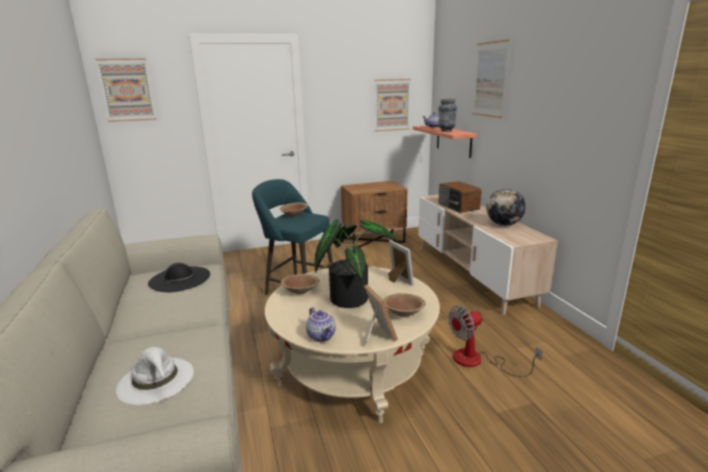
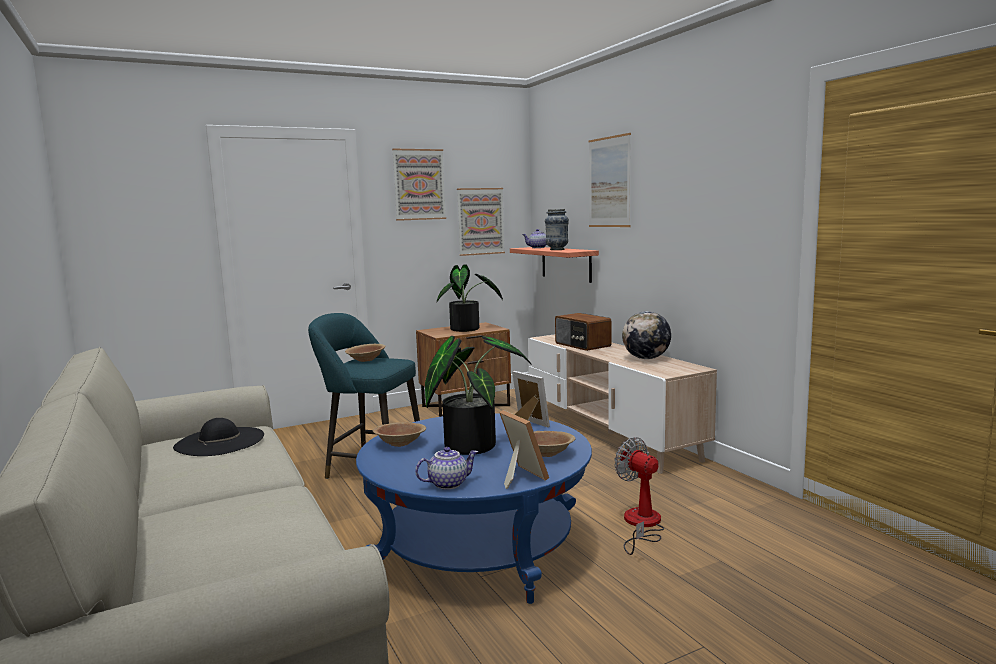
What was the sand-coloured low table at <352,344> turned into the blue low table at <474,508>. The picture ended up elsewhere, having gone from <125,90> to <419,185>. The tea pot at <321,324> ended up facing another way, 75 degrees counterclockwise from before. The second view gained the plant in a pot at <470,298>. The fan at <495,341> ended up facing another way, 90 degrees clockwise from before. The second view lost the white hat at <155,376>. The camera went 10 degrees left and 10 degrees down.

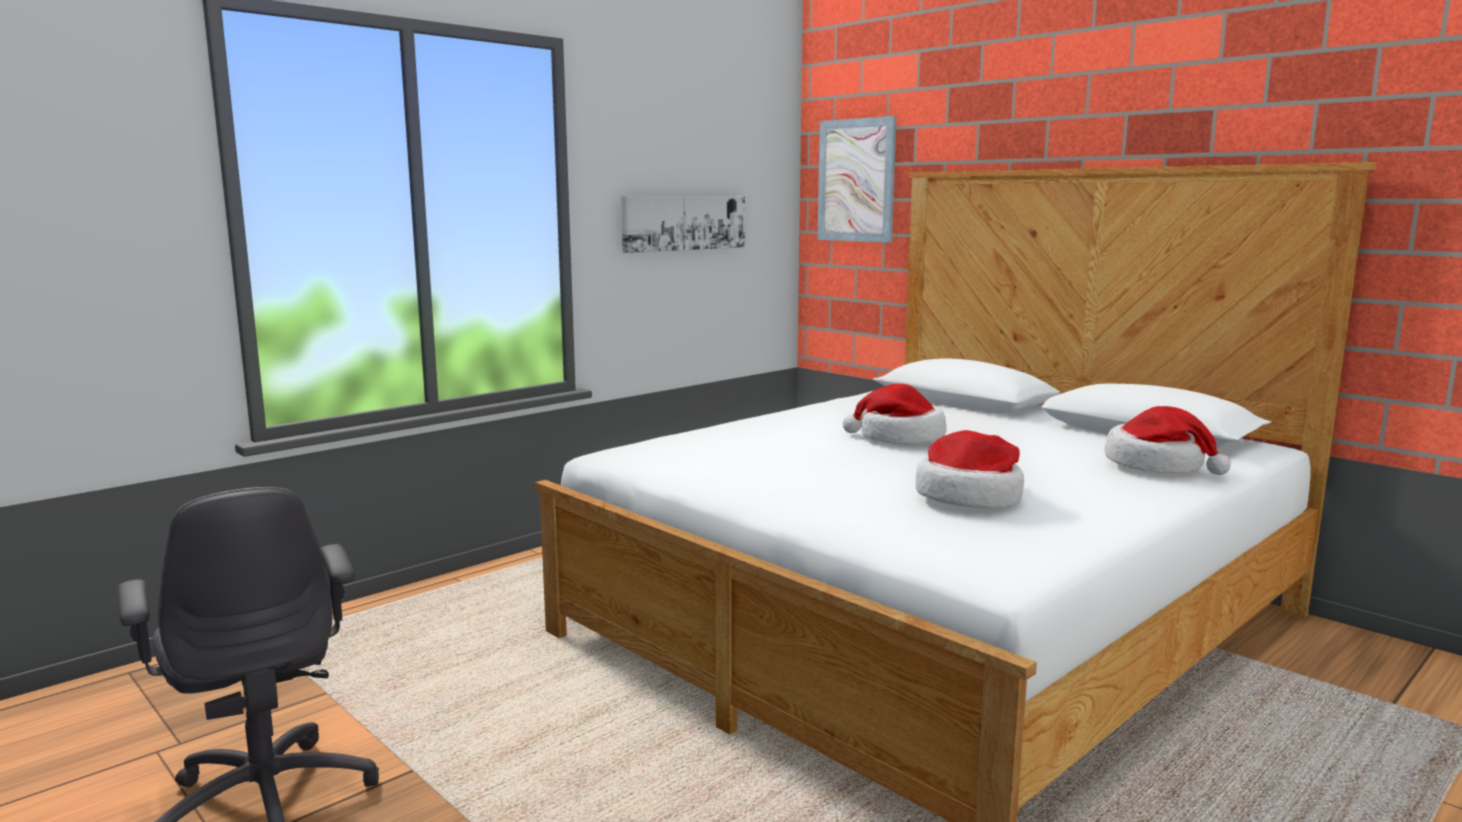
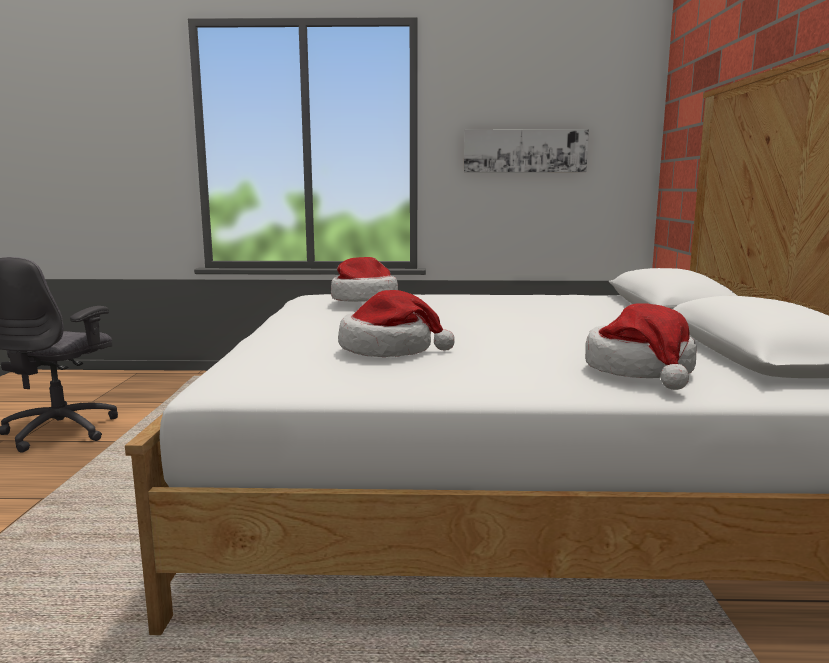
The hat ended up elsewhere, having gone from <894,414> to <364,279>. The second view lost the picture at <857,179>. The camera went 45 degrees right and 0 degrees up.

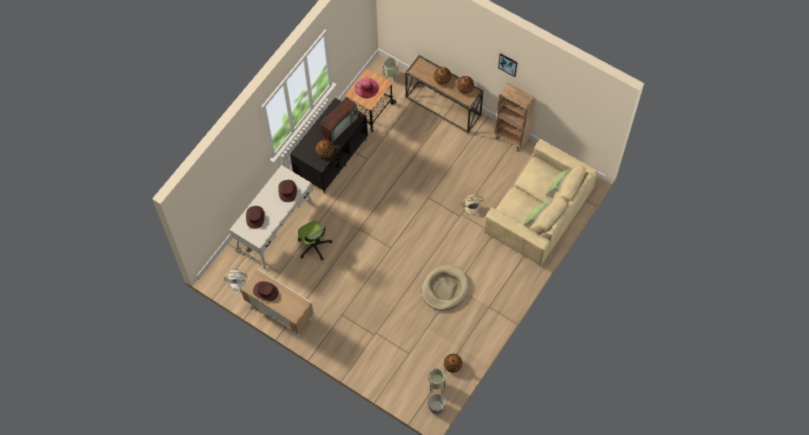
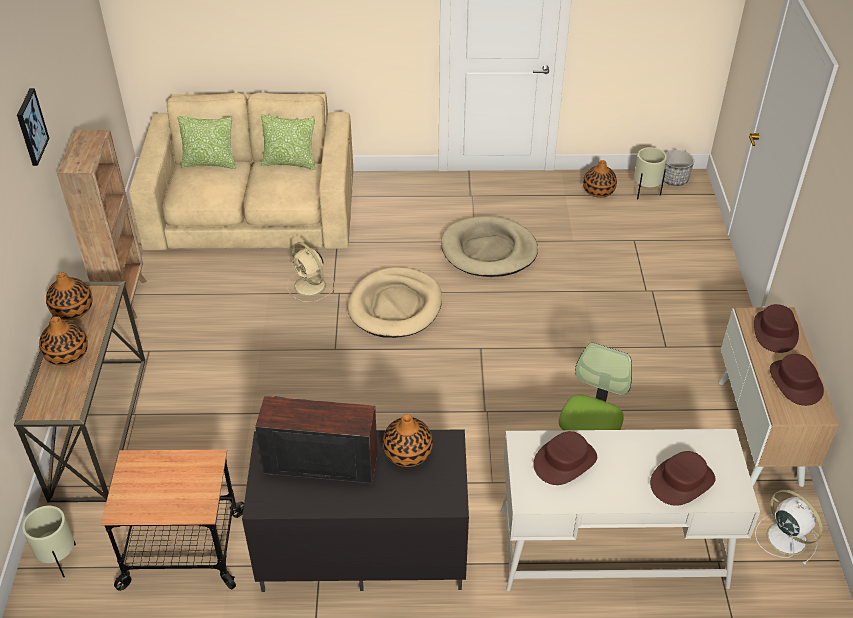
The second view gained the sand-coloured dog cushion at <395,302>. The second view gained the brown-coloured hat at <776,328>. The second view lost the pink hat at <367,88>. The camera went 125 degrees left and 20 degrees down.

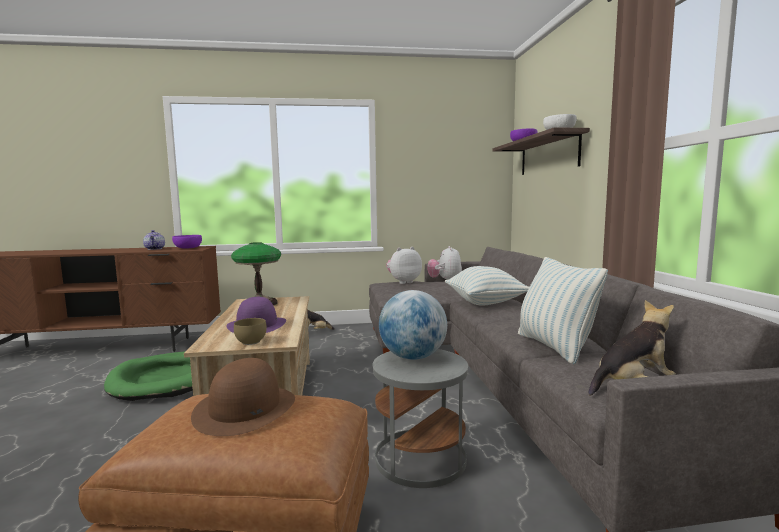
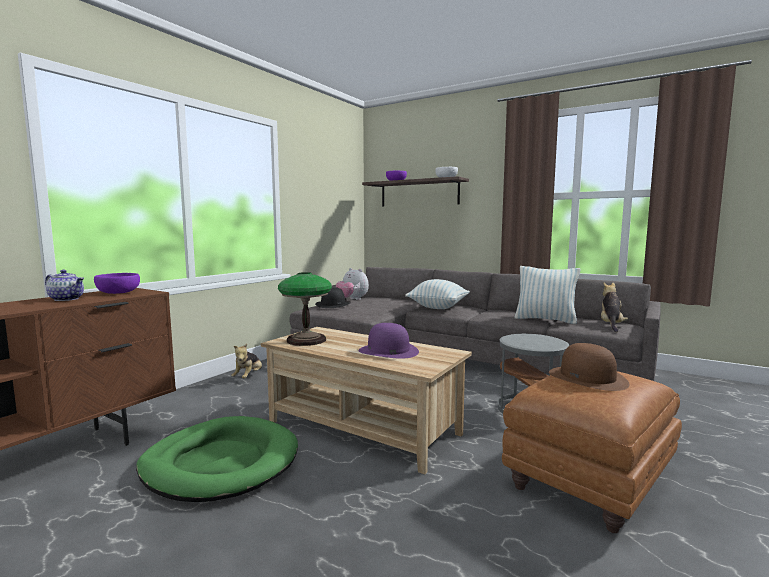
Where the plush toy stood at <404,265>, the black hat came to stand at <332,297>. The second view lost the brown-coloured deep dish at <250,331>. The second view lost the globe at <413,325>. The camera went 50 degrees left and 0 degrees up.

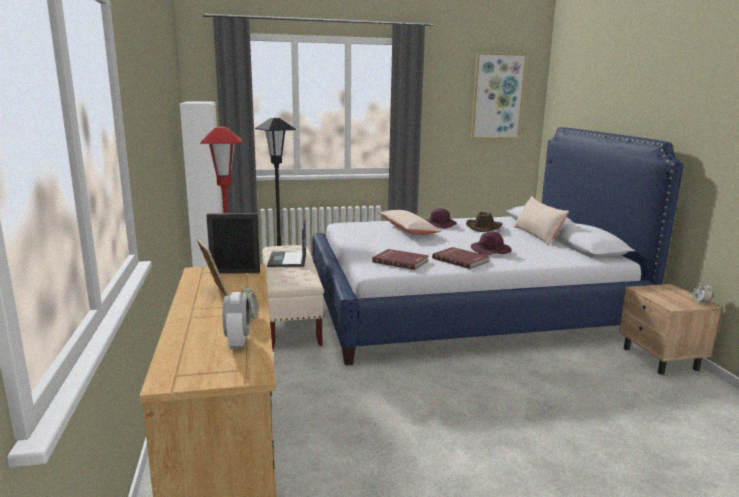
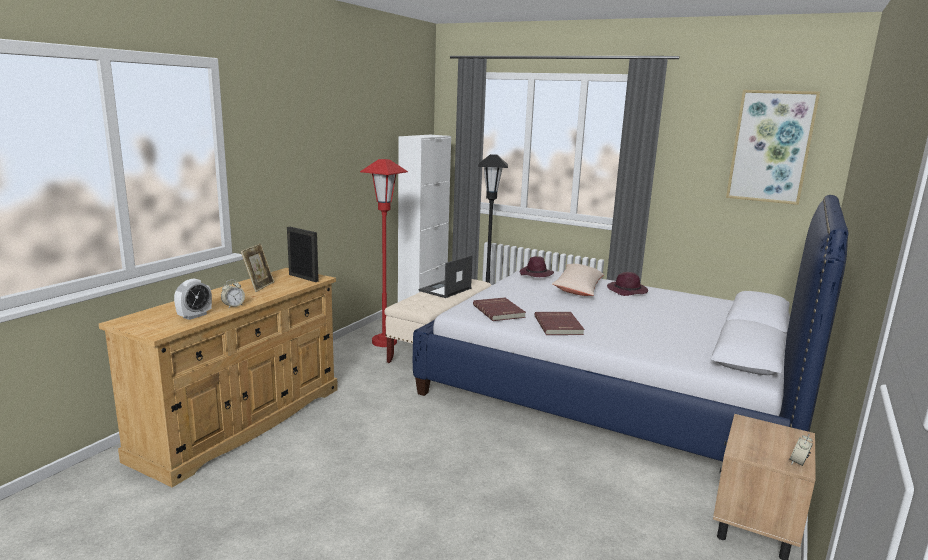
The purple-coloured hat ended up elsewhere, having gone from <491,243> to <537,266>. The second view lost the brown-coloured hat at <484,222>. The second view lost the sand-coloured pillow at <541,221>. The camera went 40 degrees right and 0 degrees up.

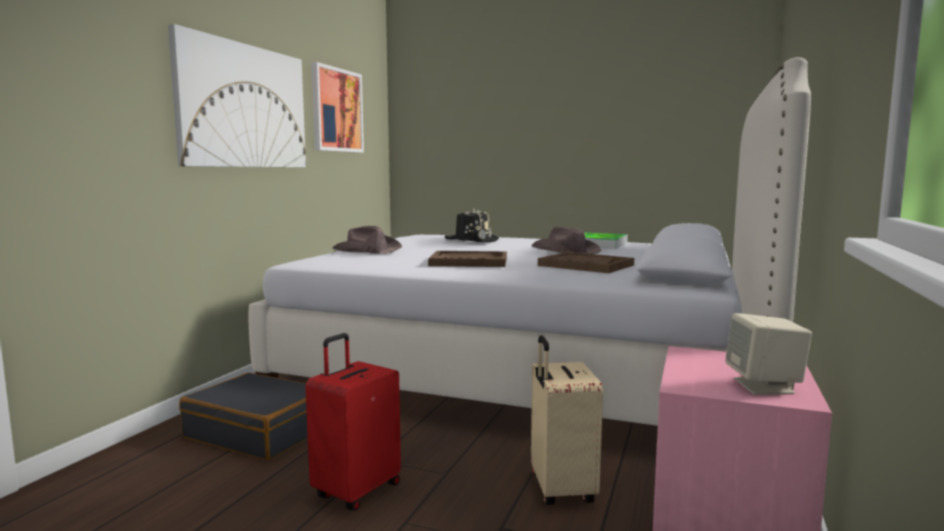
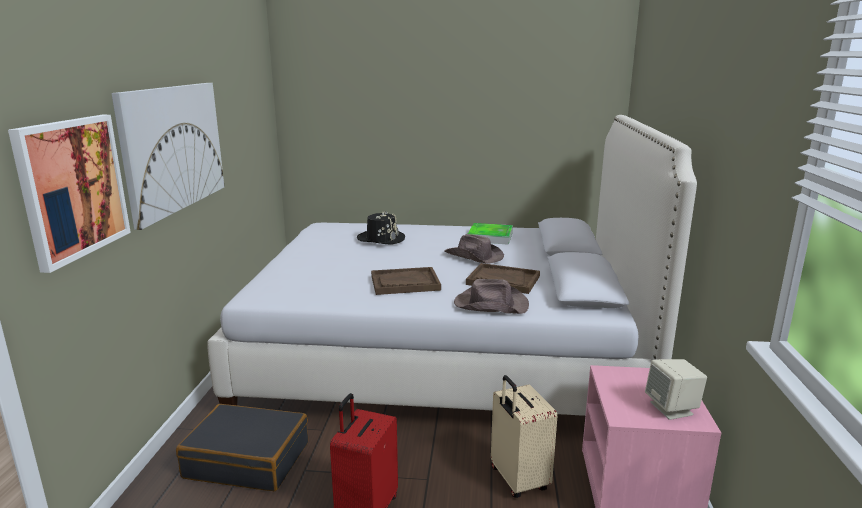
The picture ended up elsewhere, having gone from <337,107> to <69,194>. The brown-coloured hat ended up elsewhere, having gone from <367,240> to <491,296>. The camera went 15 degrees left and 10 degrees up.

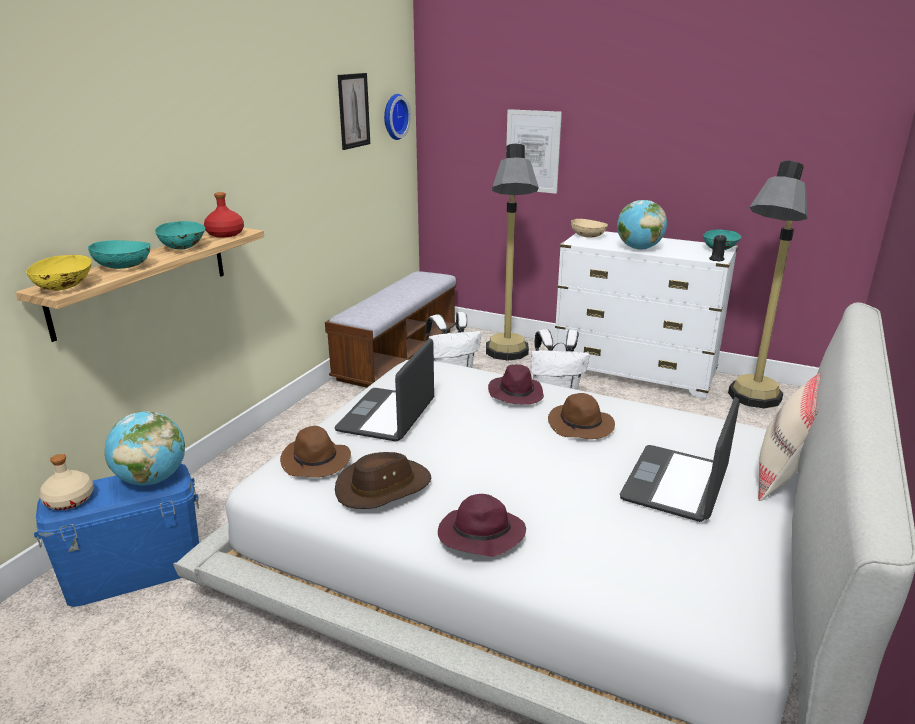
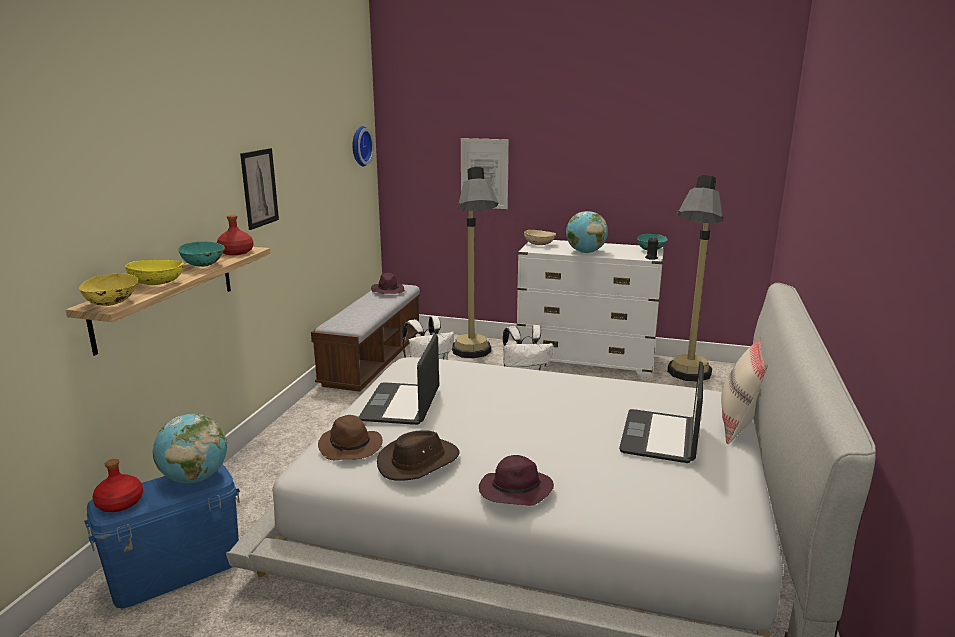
What was the sand-coloured drink bottle at <66,482> turned into the reddish drink bottle at <117,485>. What was the turquoise deep dish at <119,254> turned into the yellowish deep dish at <154,272>. The picture ended up elsewhere, having gone from <354,111> to <259,189>. The purple-coloured hat ended up elsewhere, having gone from <516,384> to <388,283>. The second view lost the brown-coloured hat at <581,416>. The camera went 10 degrees left and 5 degrees down.

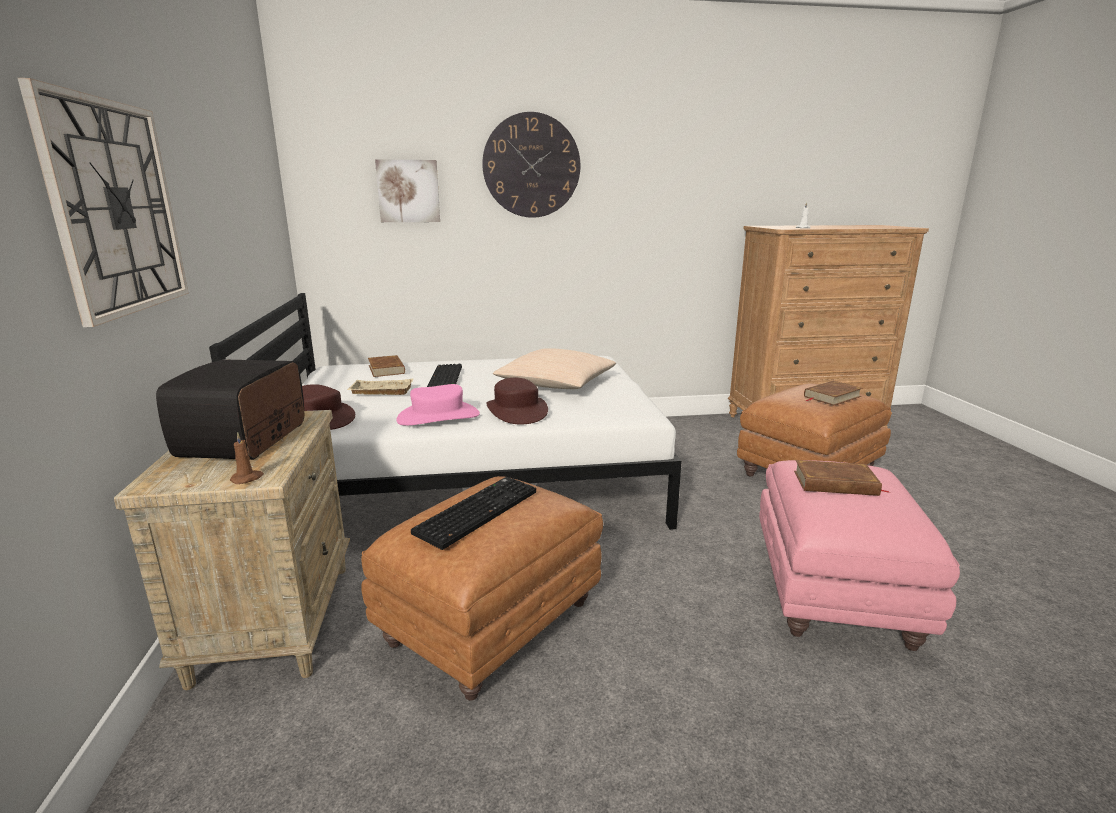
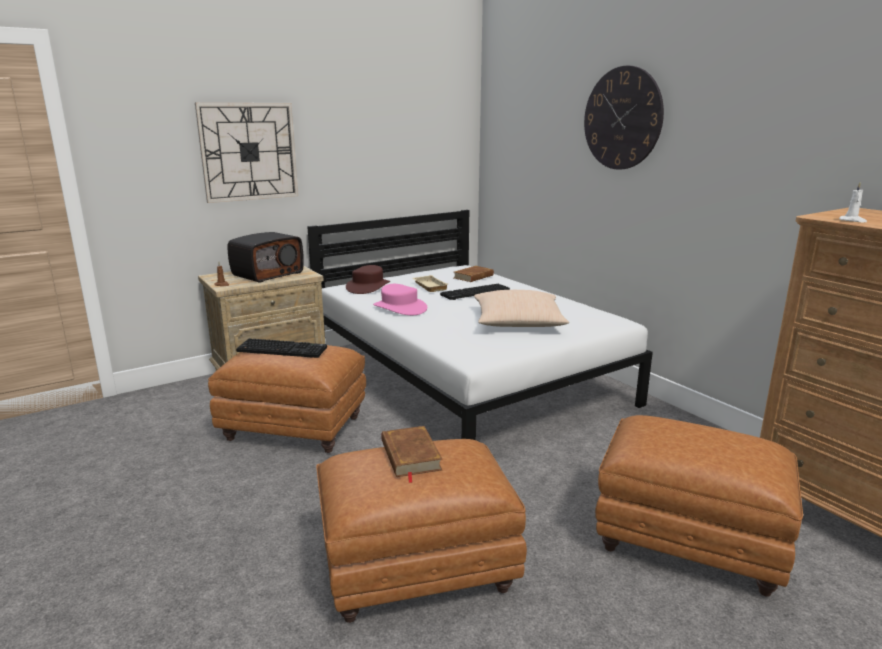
The radio at <230,410> ended up facing another way, 150 degrees clockwise from before. What was the pink pouffe at <859,555> turned into the brown-coloured pouffe at <421,531>. The second view lost the picture at <407,190>. The second view lost the brown-coloured hat at <517,401>. The second view lost the brown-coloured bound book at <833,393>. The camera went 65 degrees right and 0 degrees up.

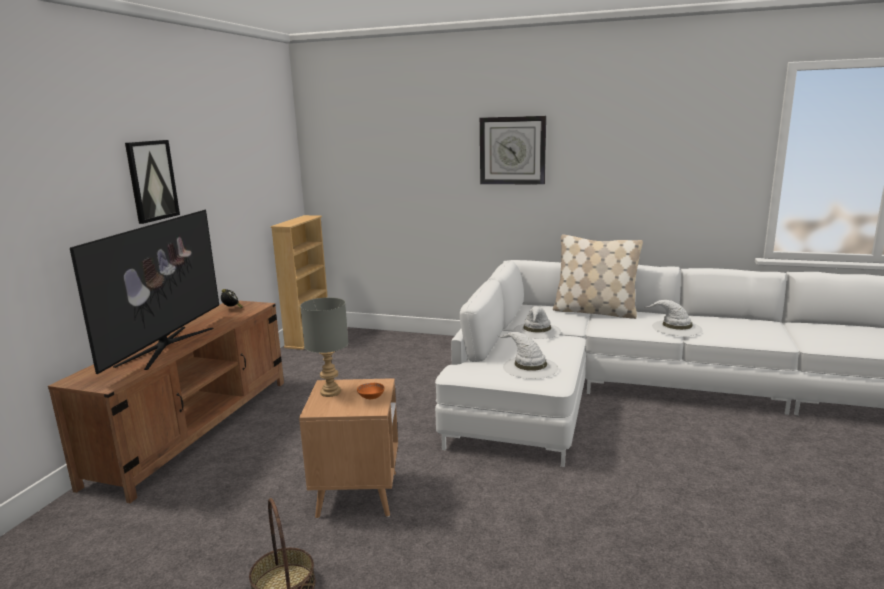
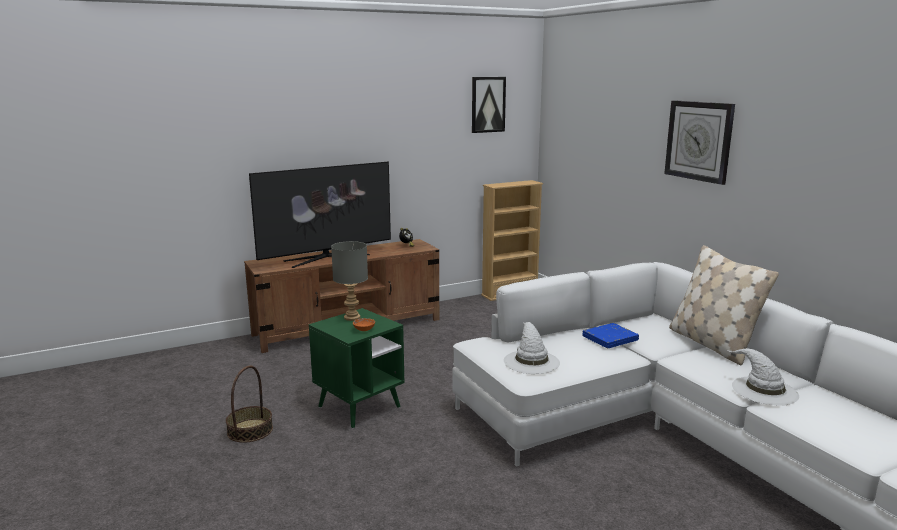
What was the brown-coloured accent table at <348,448> turned into the green accent table at <356,368>. The picture ended up elsewhere, having gone from <152,182> to <489,105>. Where the white hat stood at <537,322>, the blue bound book came to stand at <610,335>. The camera went 45 degrees right and 0 degrees up.

